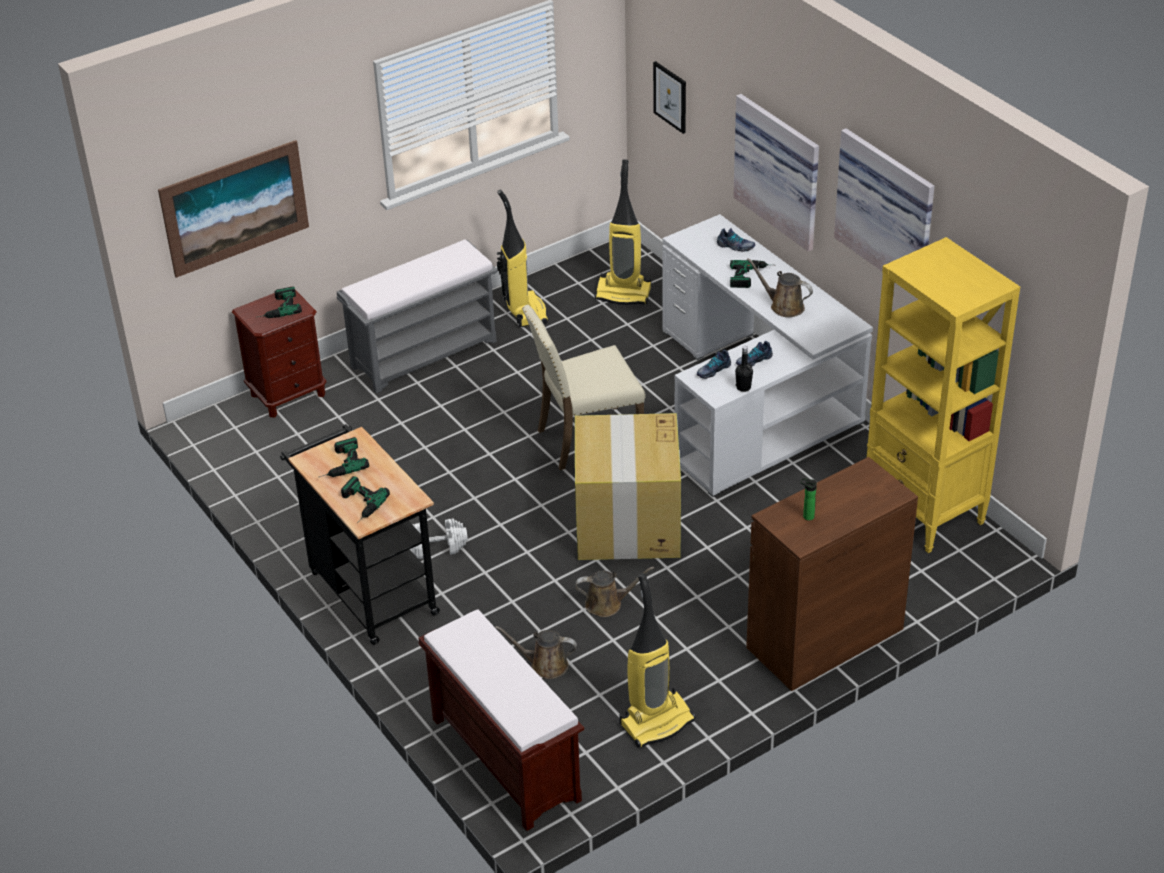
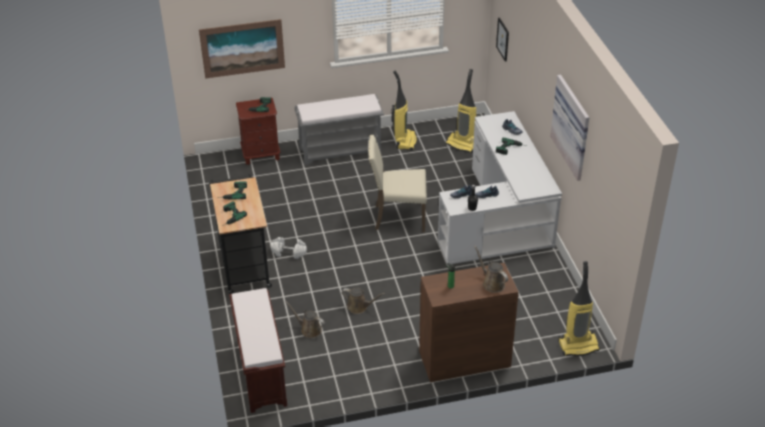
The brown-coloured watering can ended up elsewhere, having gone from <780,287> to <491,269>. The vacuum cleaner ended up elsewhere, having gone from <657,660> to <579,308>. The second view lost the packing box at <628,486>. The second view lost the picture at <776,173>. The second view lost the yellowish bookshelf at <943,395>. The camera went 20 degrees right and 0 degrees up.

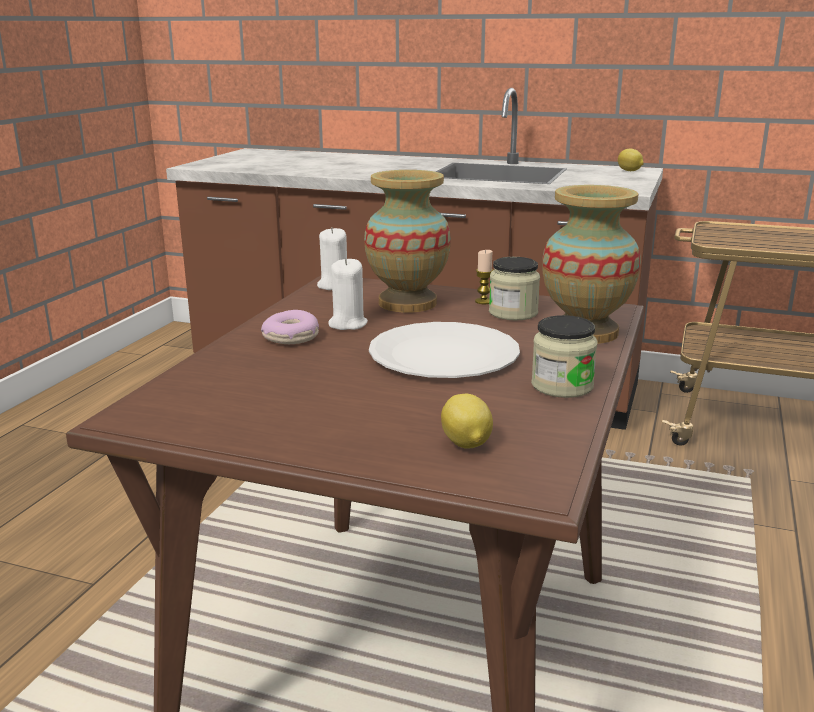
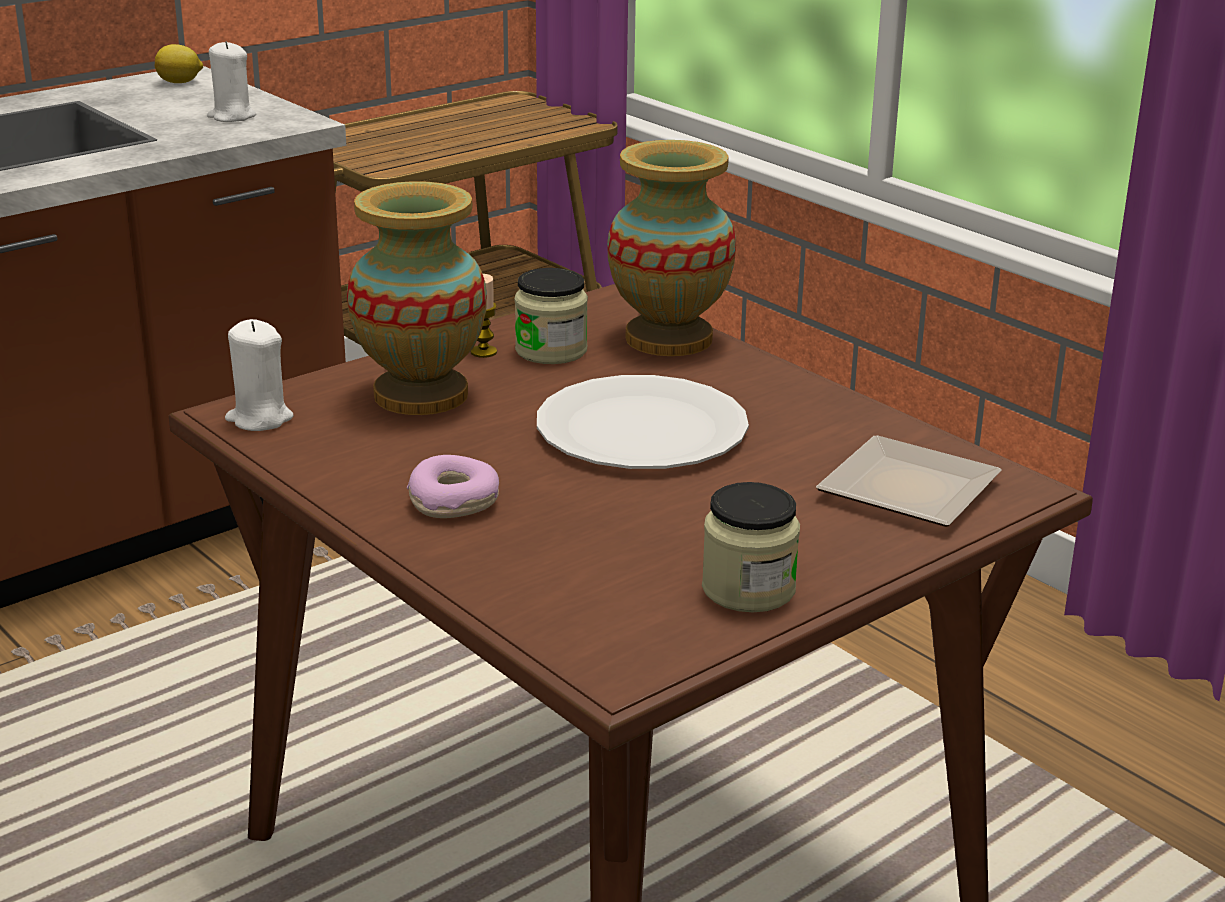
The white wax candle ended up elsewhere, having gone from <348,294> to <231,81>. The preserve jar ended up elsewhere, having gone from <564,356> to <751,547>. Where the lemon stood at <467,421>, the flat dish came to stand at <909,481>. The camera went 60 degrees left and 5 degrees up.

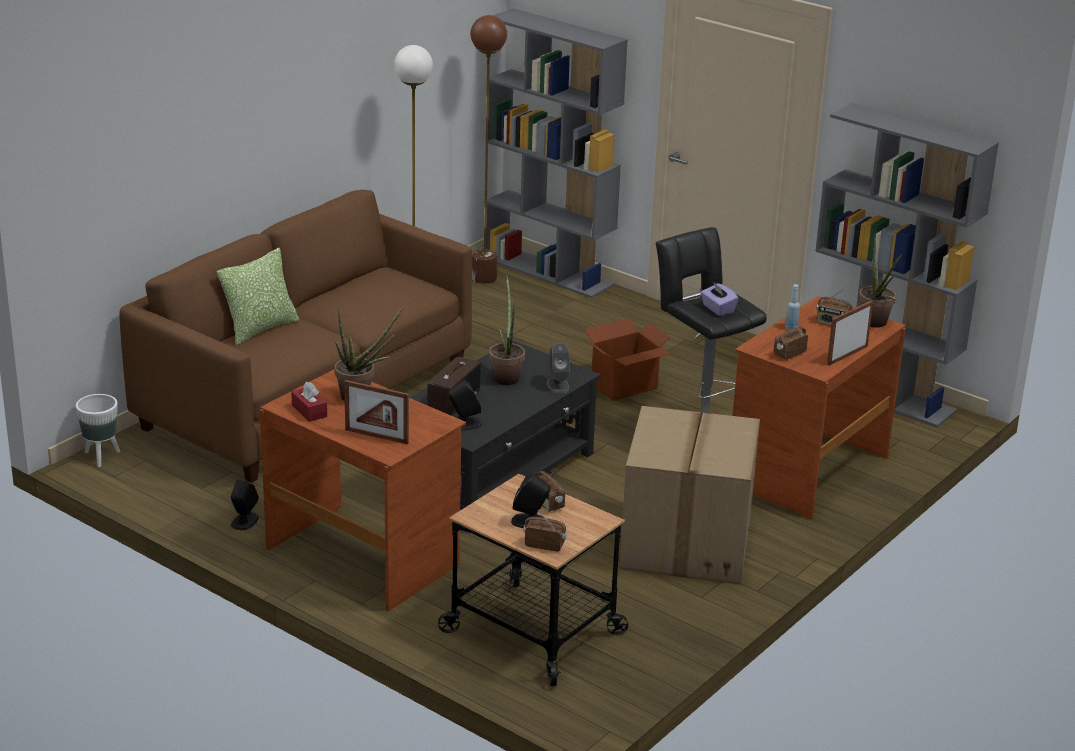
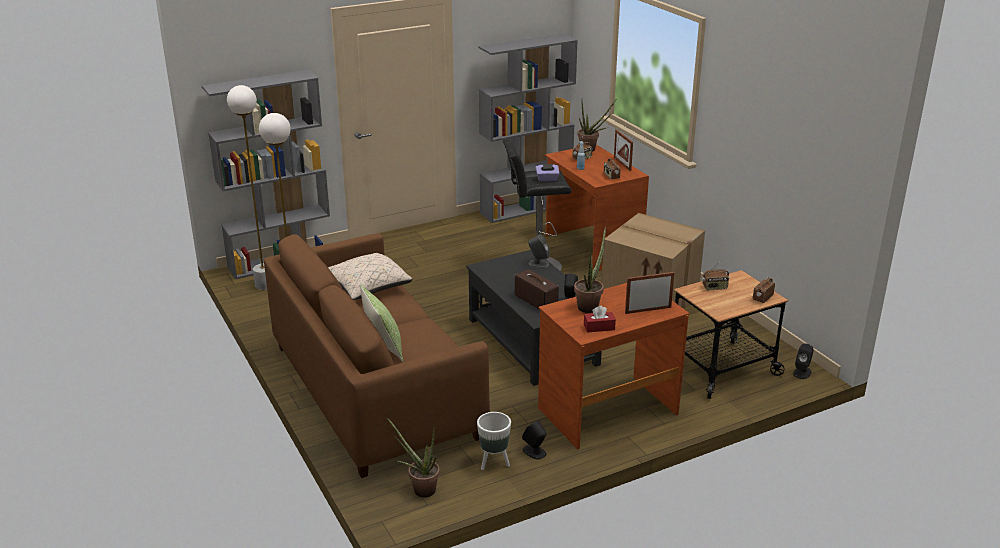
What was the brown-coloured standard lamp at <488,149> turned into the white standard lamp at <247,187>. The second view gained the sand-coloured pillow at <370,276>. The plant in a pot ended up elsewhere, having gone from <507,330> to <413,458>. The white flower pot ended up elsewhere, having gone from <98,430> to <494,441>. The photo frame at <376,412> ended up facing another way, 150 degrees counterclockwise from before. The black audio speaker ended up elsewhere, having gone from <530,500> to <803,361>. The second view lost the packing box at <627,359>. The camera went 65 degrees left and 0 degrees up.

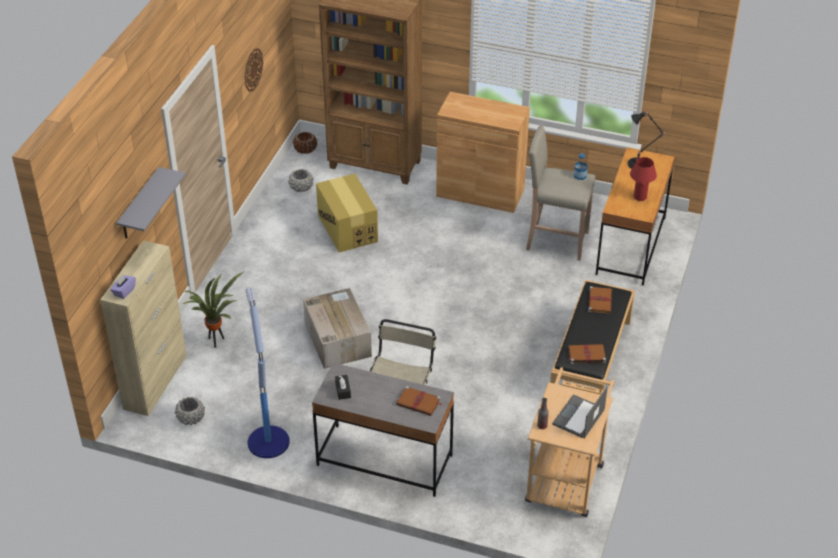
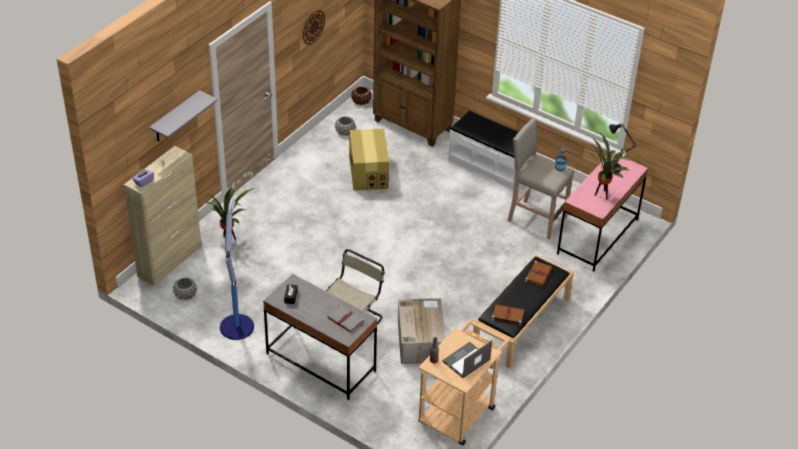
What was the brown-coloured bound book at <418,401> turned into the greyish bound book at <345,319>. The packing box ended up elsewhere, having gone from <337,328> to <422,331>. Where the brown-coloured cabinet stood at <483,152>, the white bench came to stand at <489,150>. What was the brown-coloured desk at <635,216> turned into the pink desk at <602,212>. Where the reddish table lamp stood at <643,179>, the plant in a pot came to stand at <607,166>. The camera went 15 degrees right and 0 degrees up.

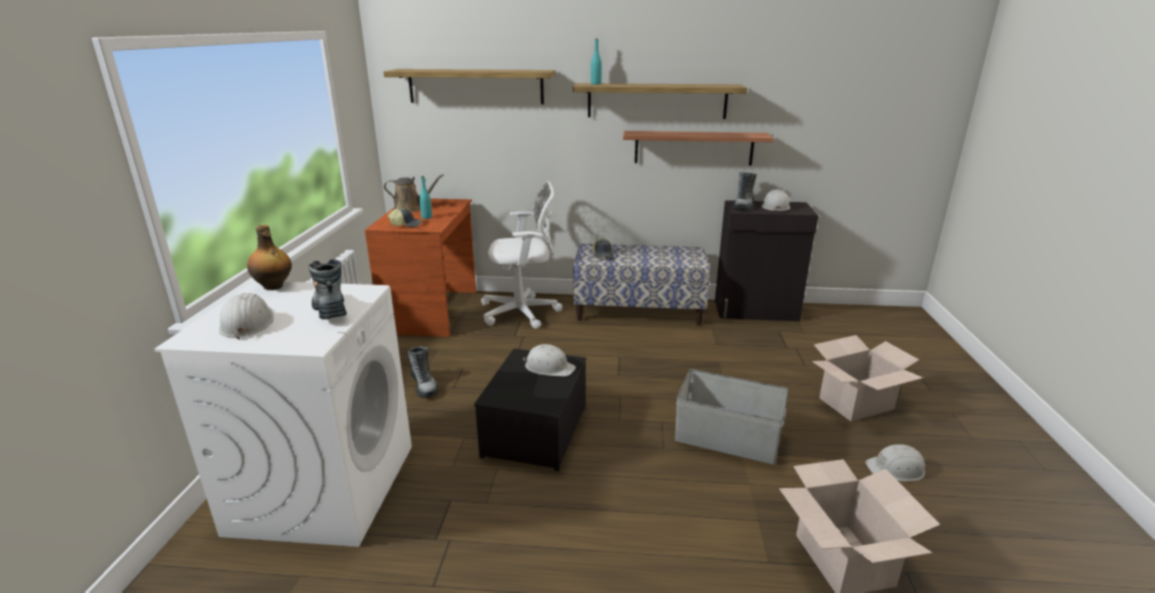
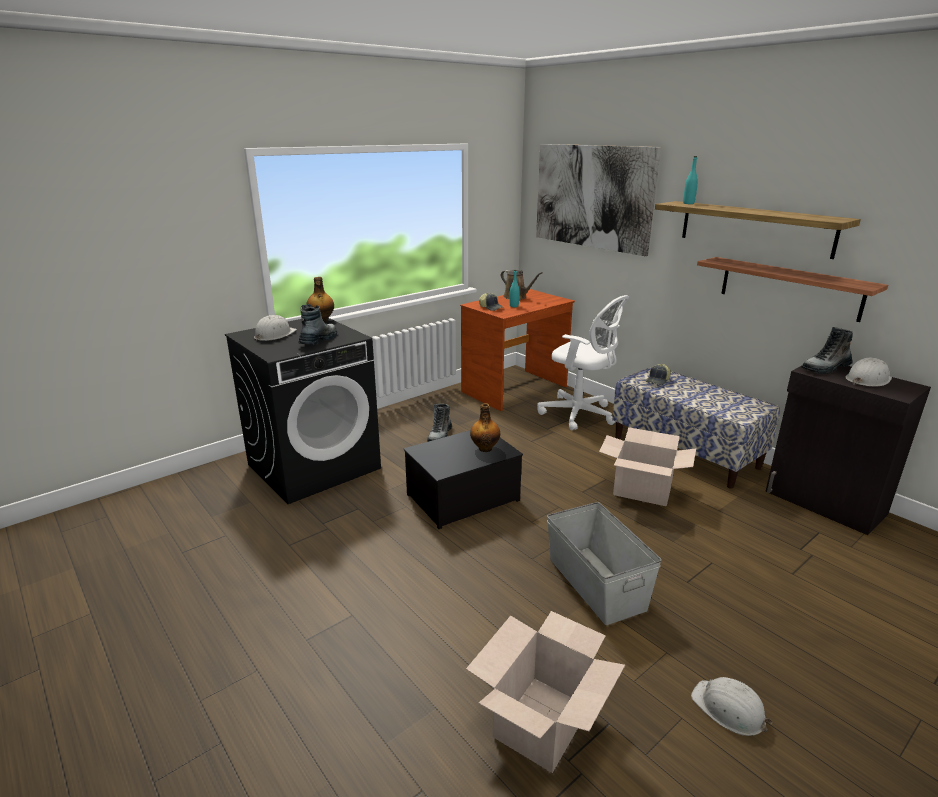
What was the white washing machine at <283,414> turned into the black washing machine at <303,411>. Where the white work helmet stood at <549,360>, the drink bottle came to stand at <485,427>. Where the bracket shelf hung at <469,86>, the picture came to hang at <598,200>. The packing box ended up elsewhere, having gone from <867,378> to <647,466>. The camera went 45 degrees right and 0 degrees up.

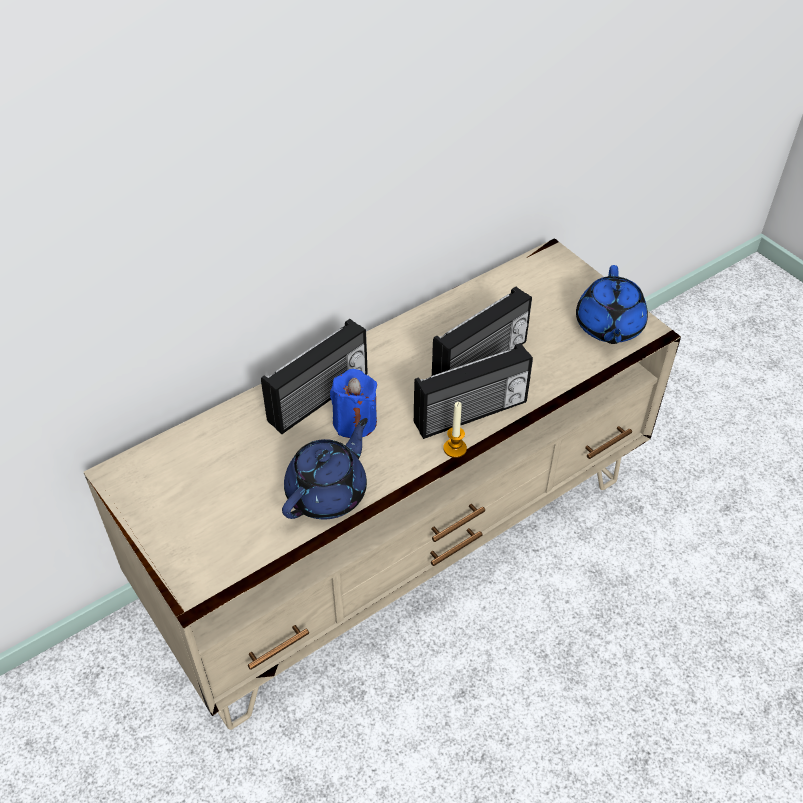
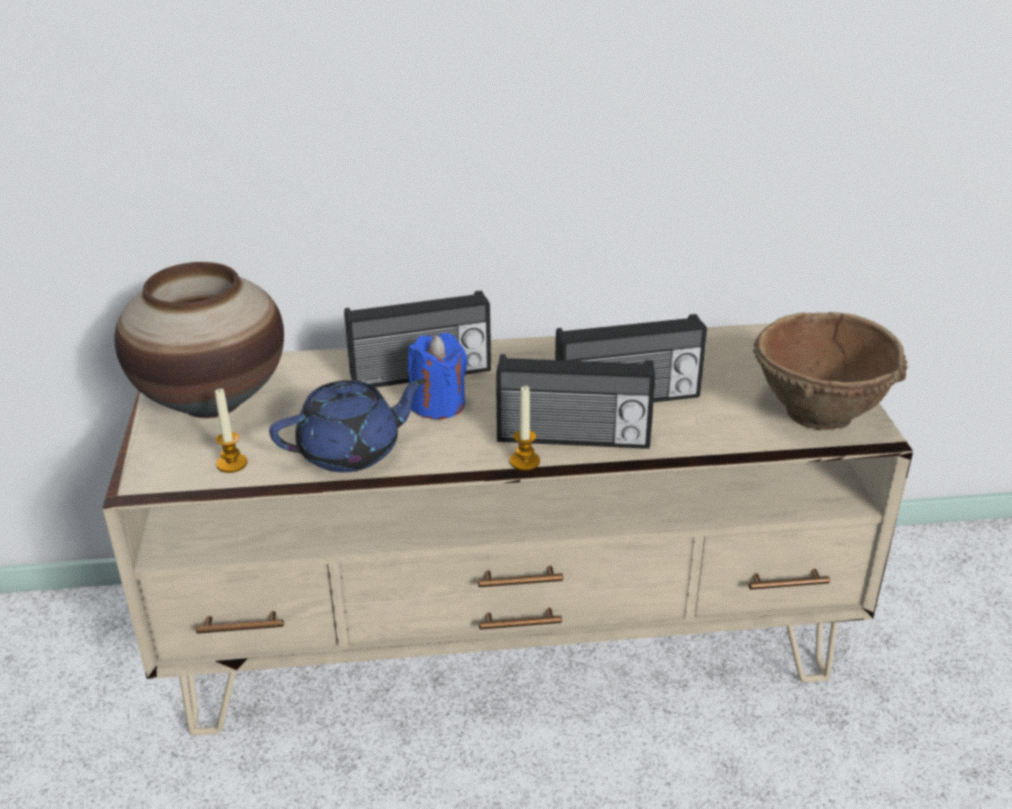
The second view gained the vase at <199,340>. The second view gained the wax candle at <231,430>. Where the blue tea pot stood at <612,304>, the brown-coloured deep dish came to stand at <830,371>. The camera went 30 degrees right and 15 degrees down.

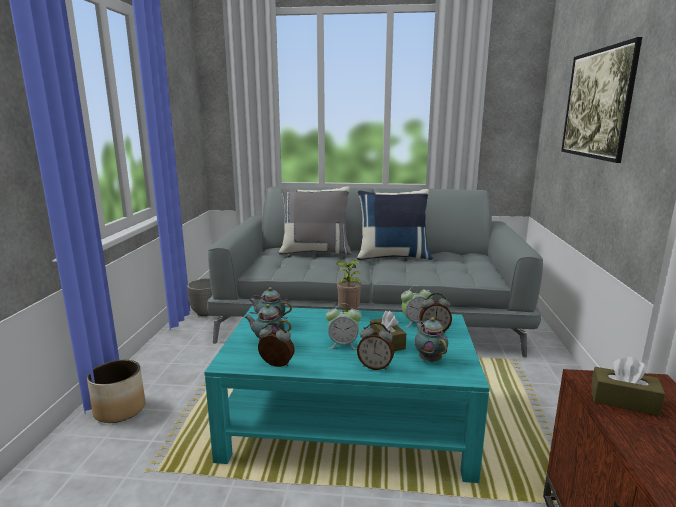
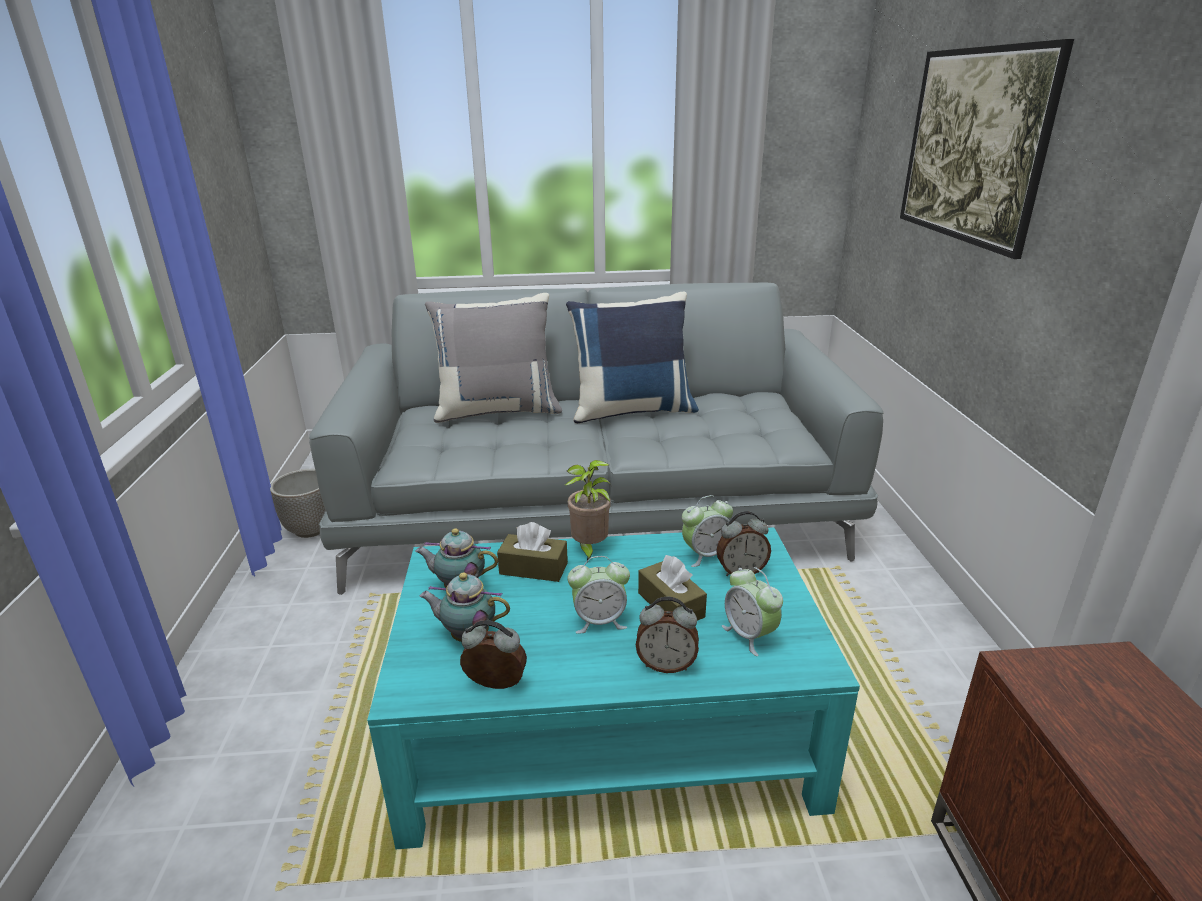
The brown-coloured tissue holder ended up elsewhere, having gone from <628,386> to <532,552>. Where the tea pot stood at <431,339>, the table clock came to stand at <752,611>. The second view lost the flower pot at <116,391>. The camera went 10 degrees left and 10 degrees up.

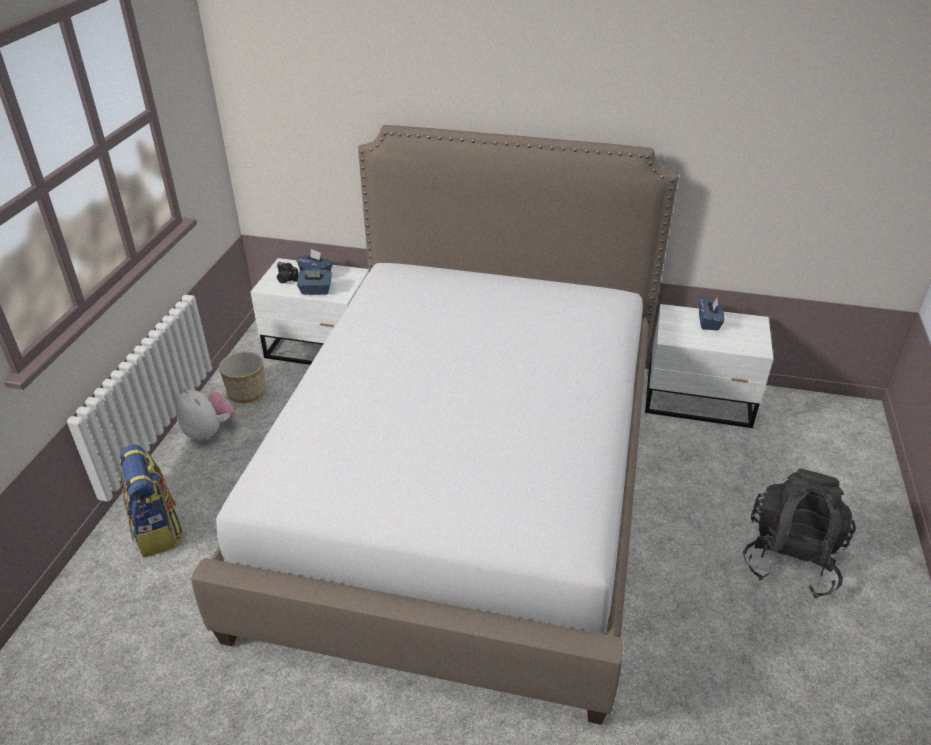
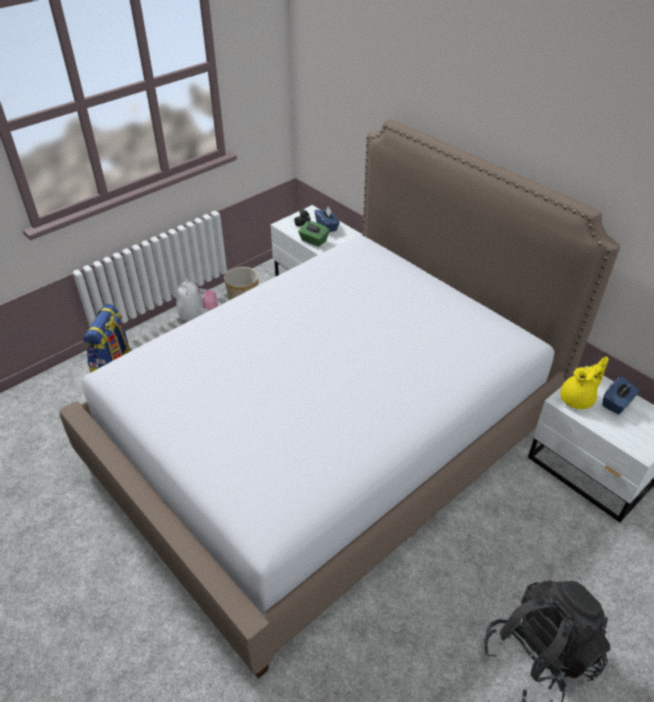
What was the blue tissue holder at <314,282> turned into the green tissue holder at <313,234>. The second view gained the yellowish tea pot at <584,383>. The camera went 35 degrees right and 5 degrees up.

